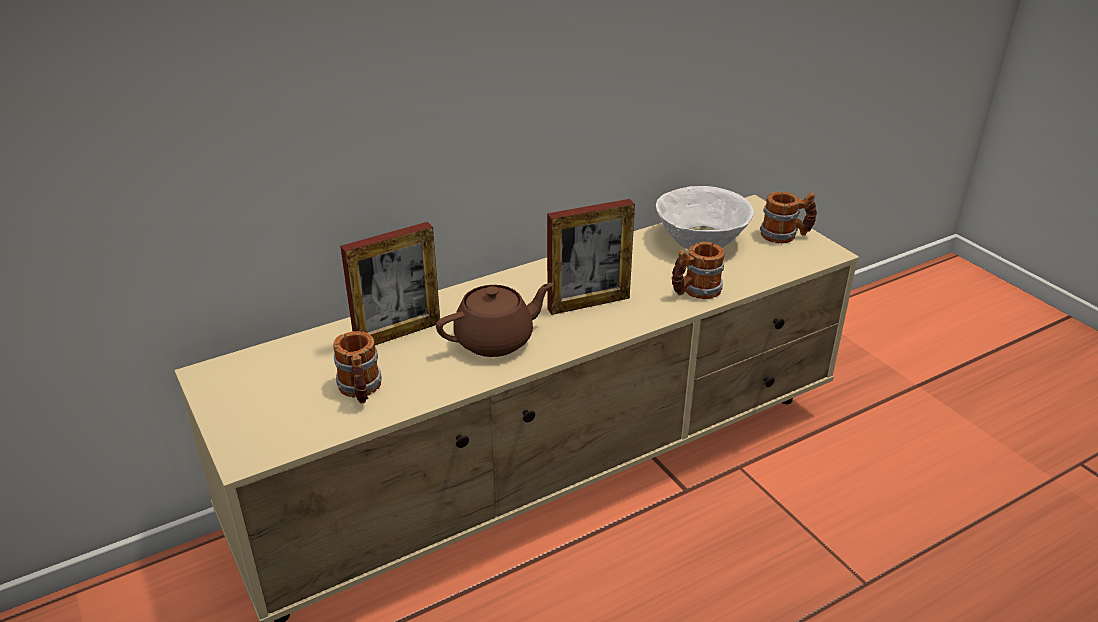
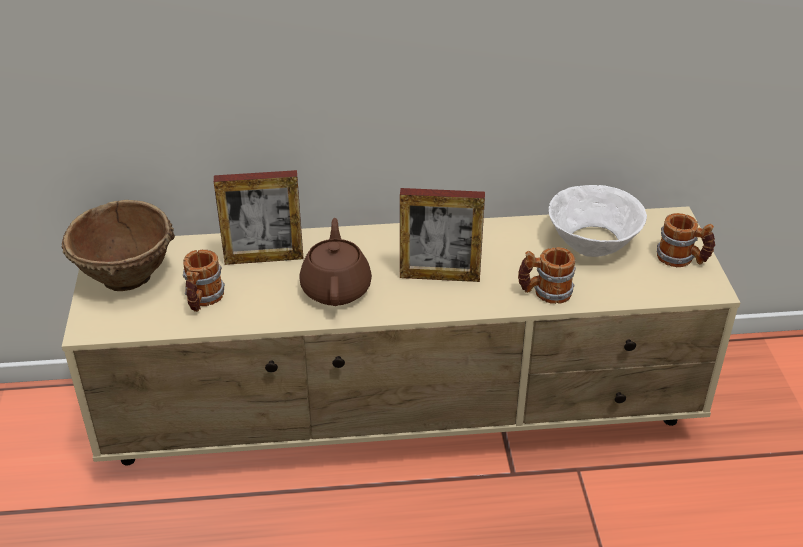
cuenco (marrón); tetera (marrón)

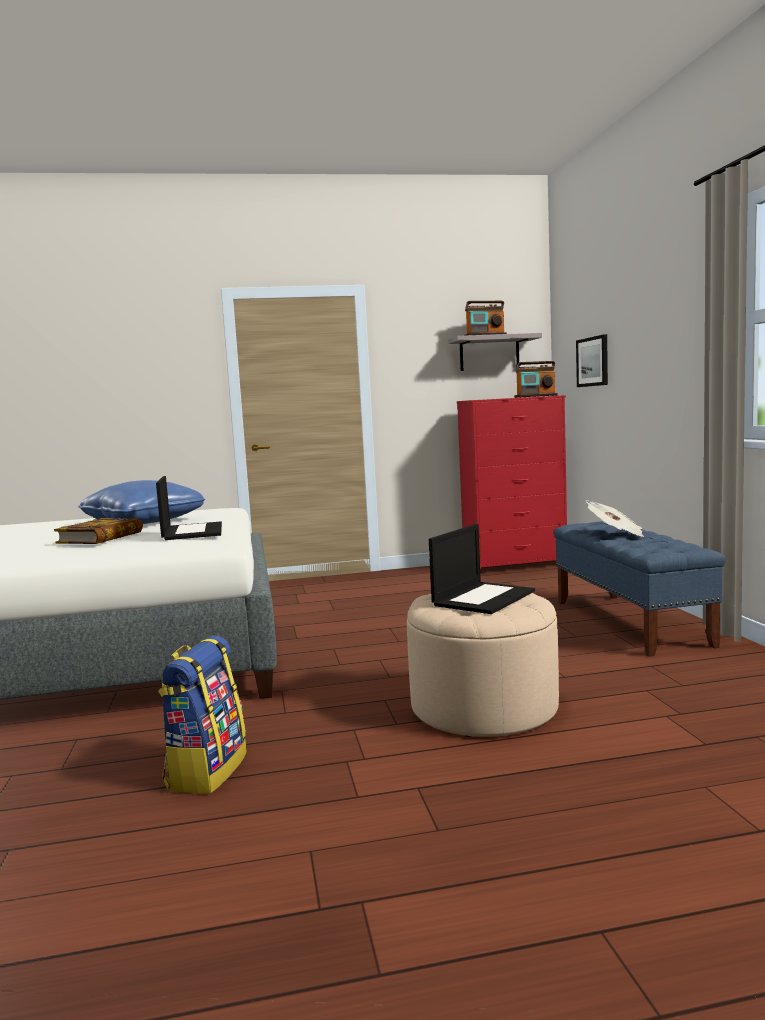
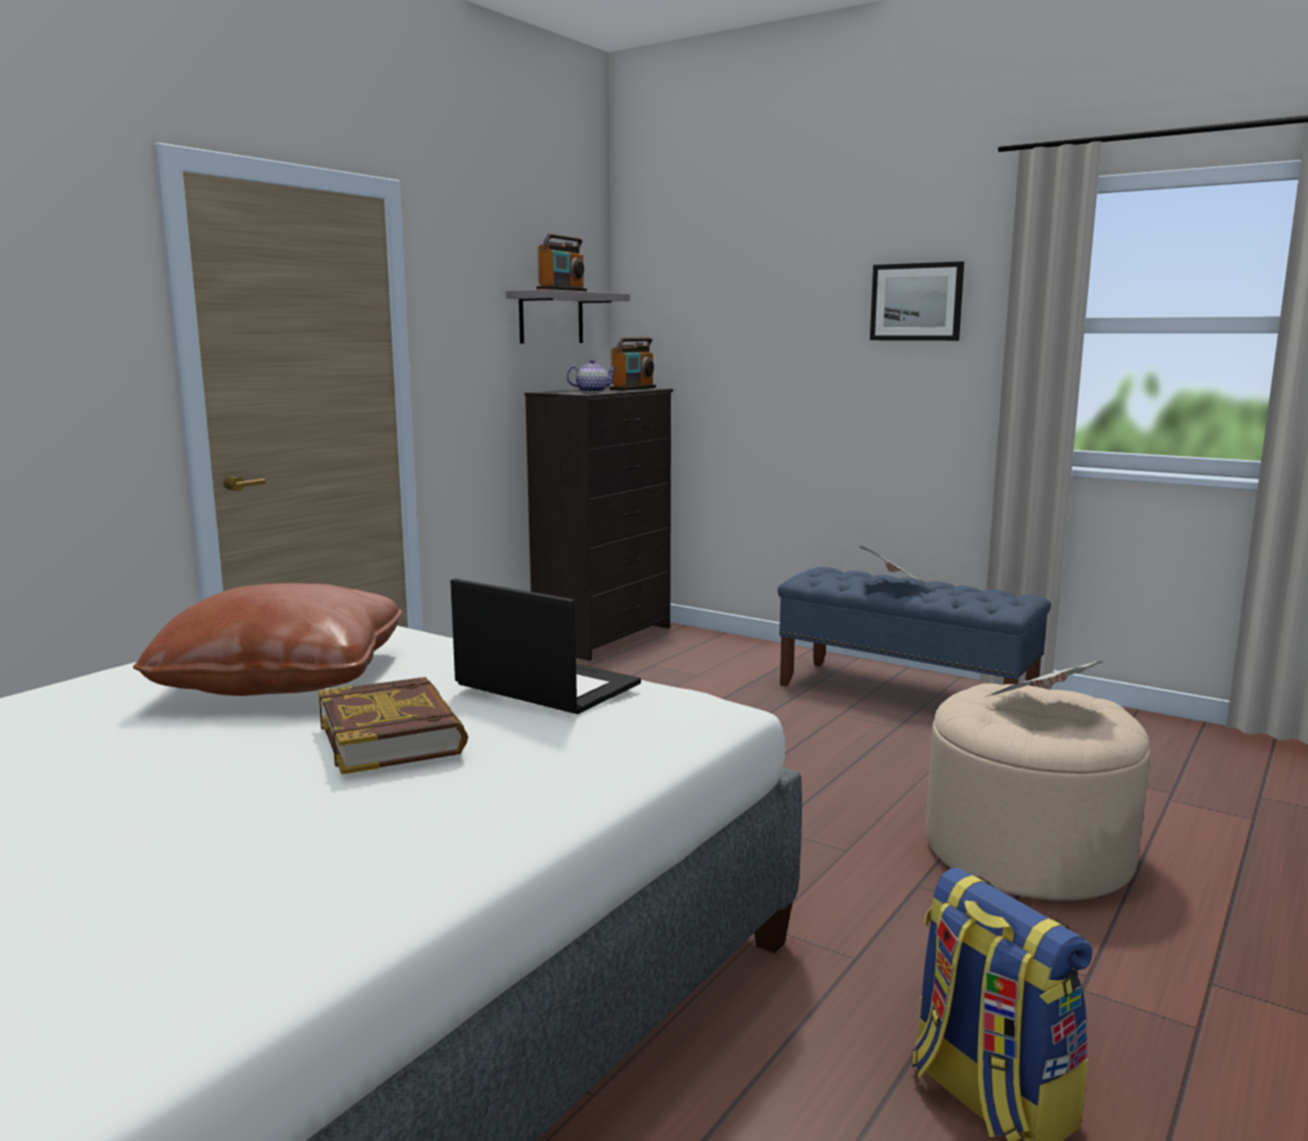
tetera; cuadro; periódico (2nd from left); cojín (marrón); cómoda (negro)

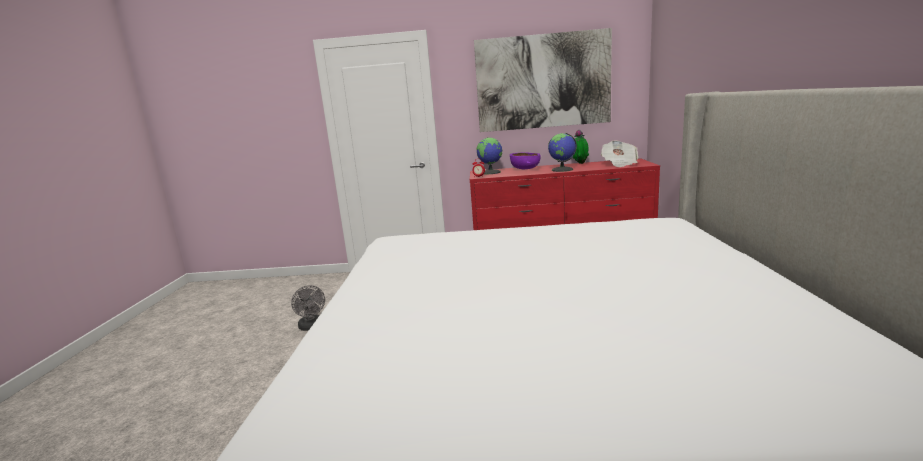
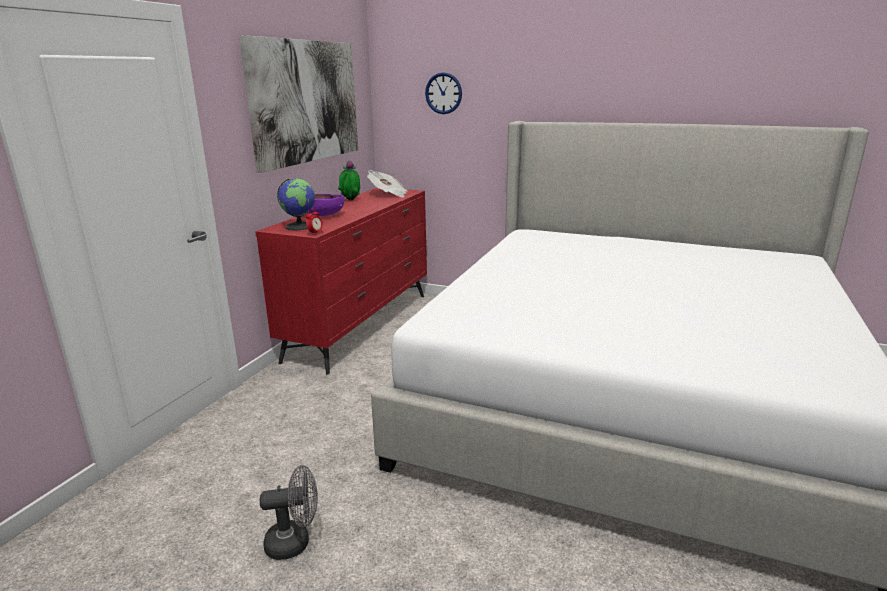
globo terráqueo (2nd from left in the first image); reloj de pared

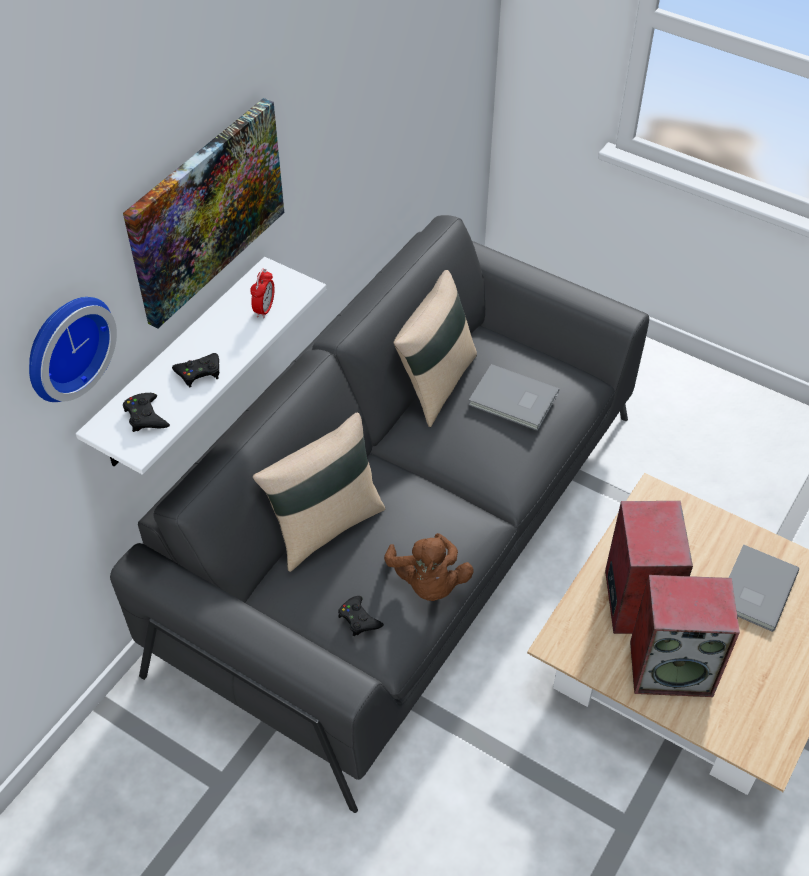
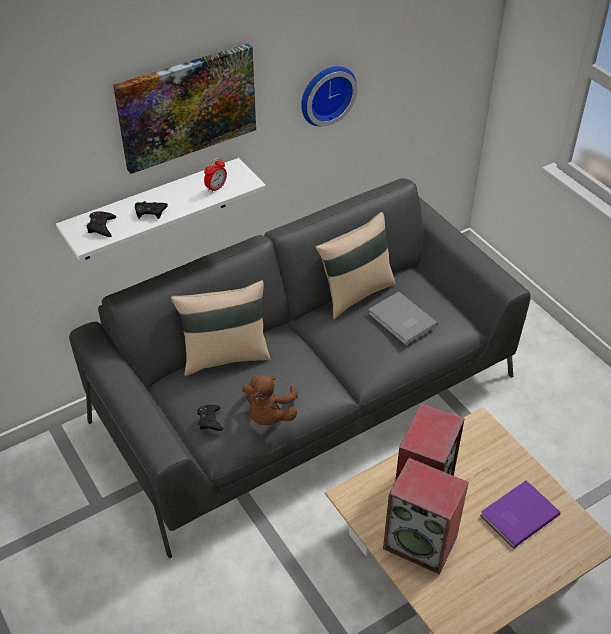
reloj de pared; libro (morado)

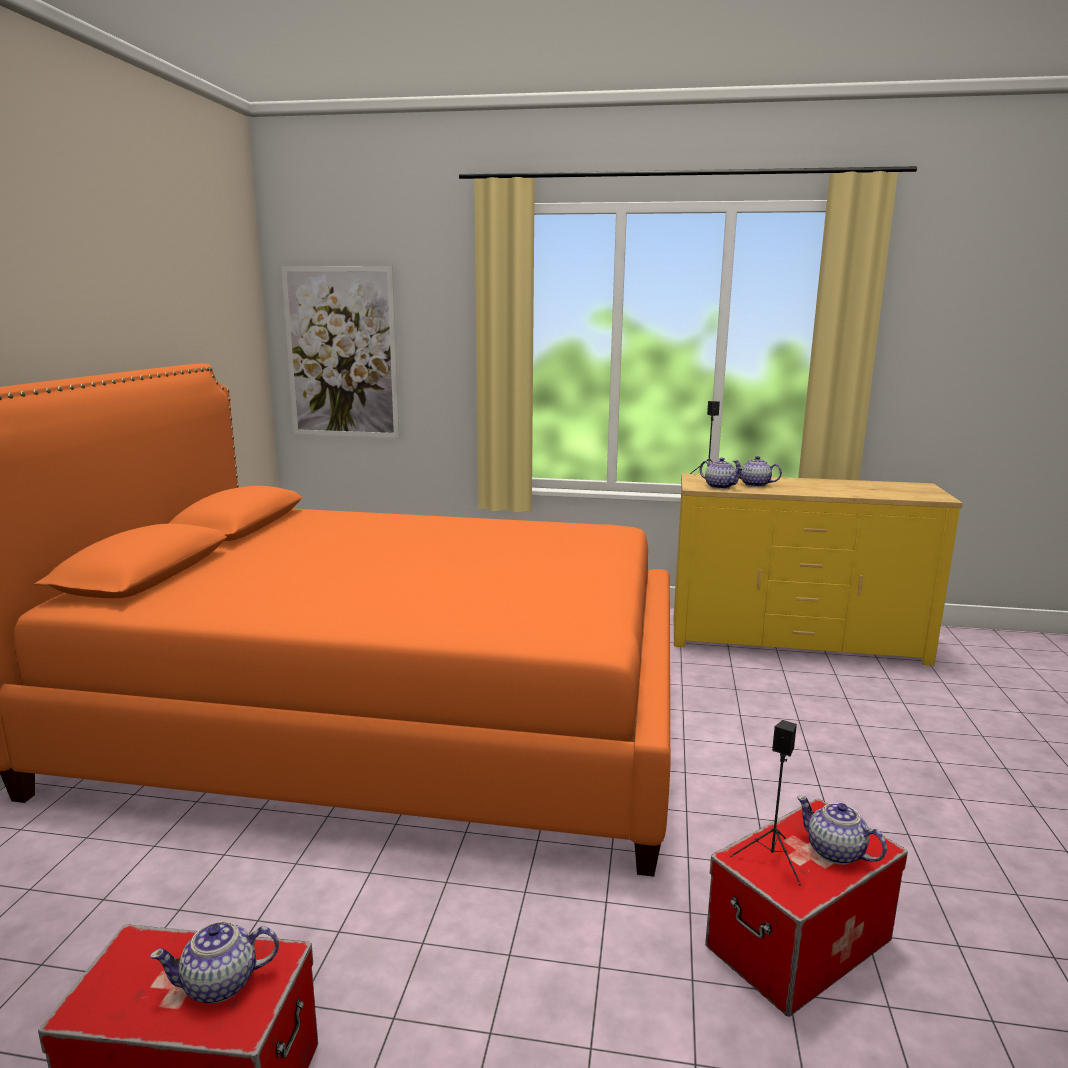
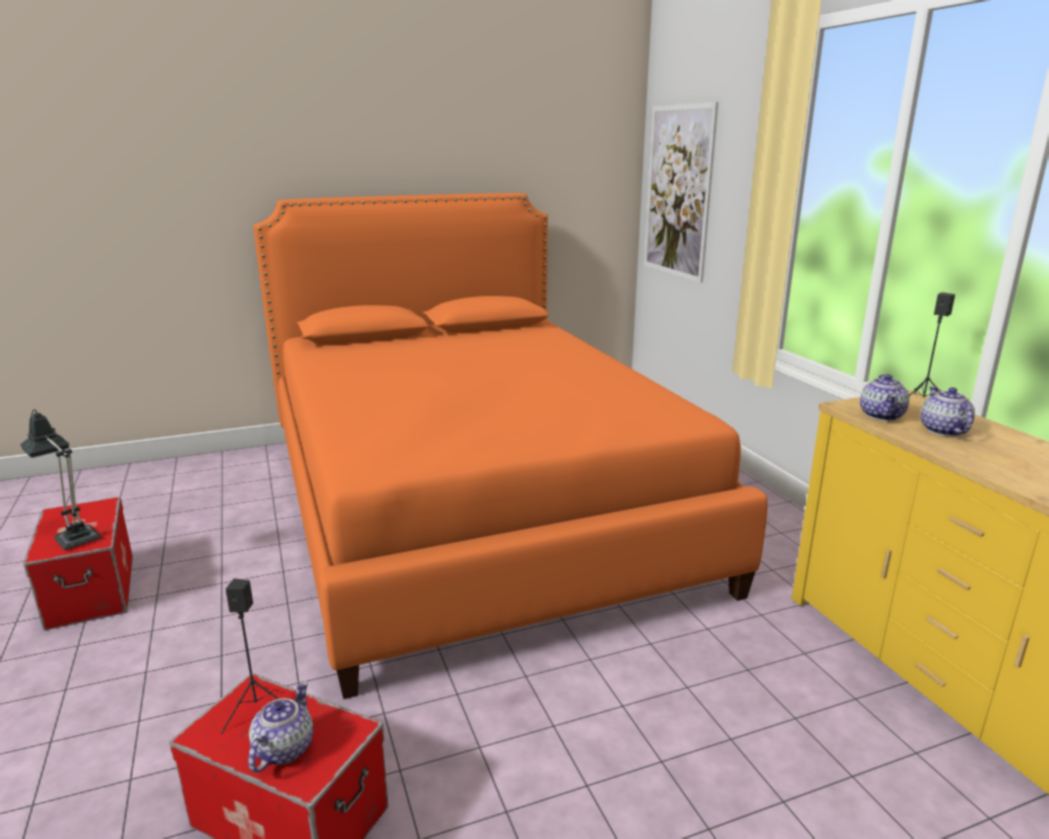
lámpara de mesa

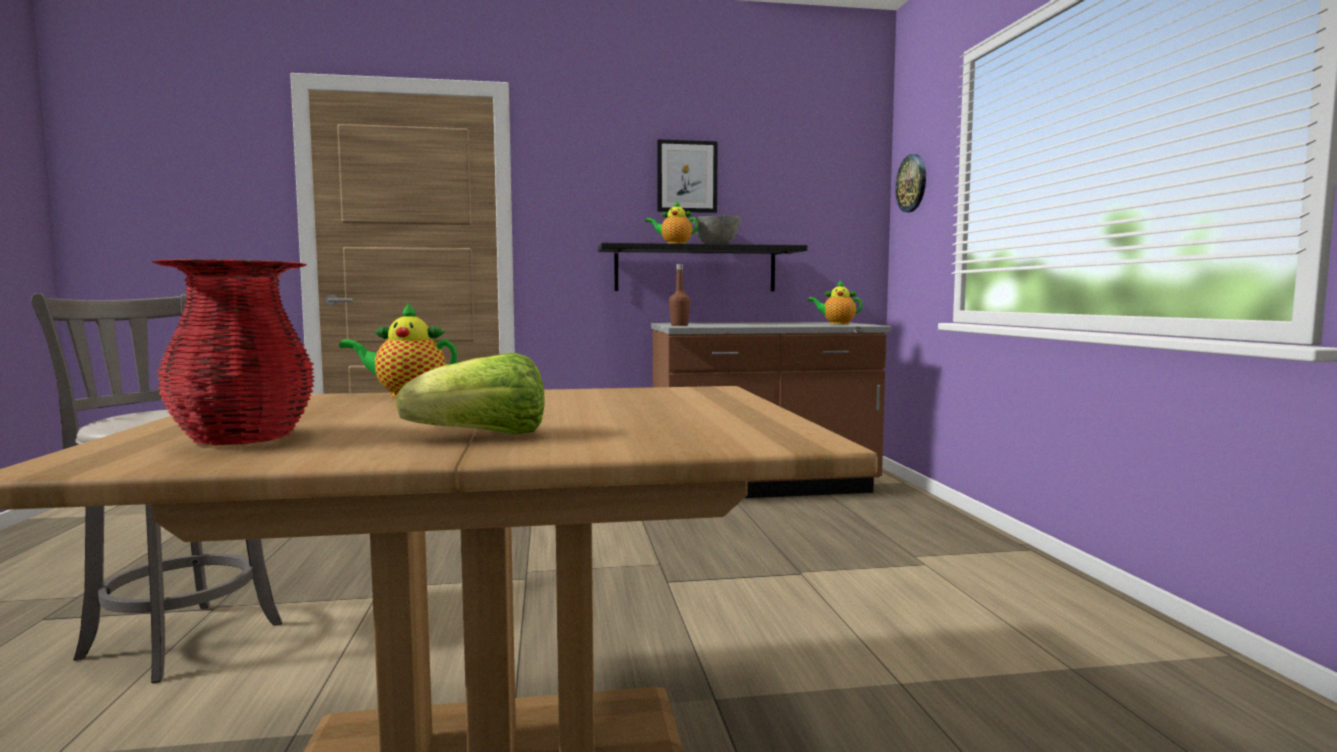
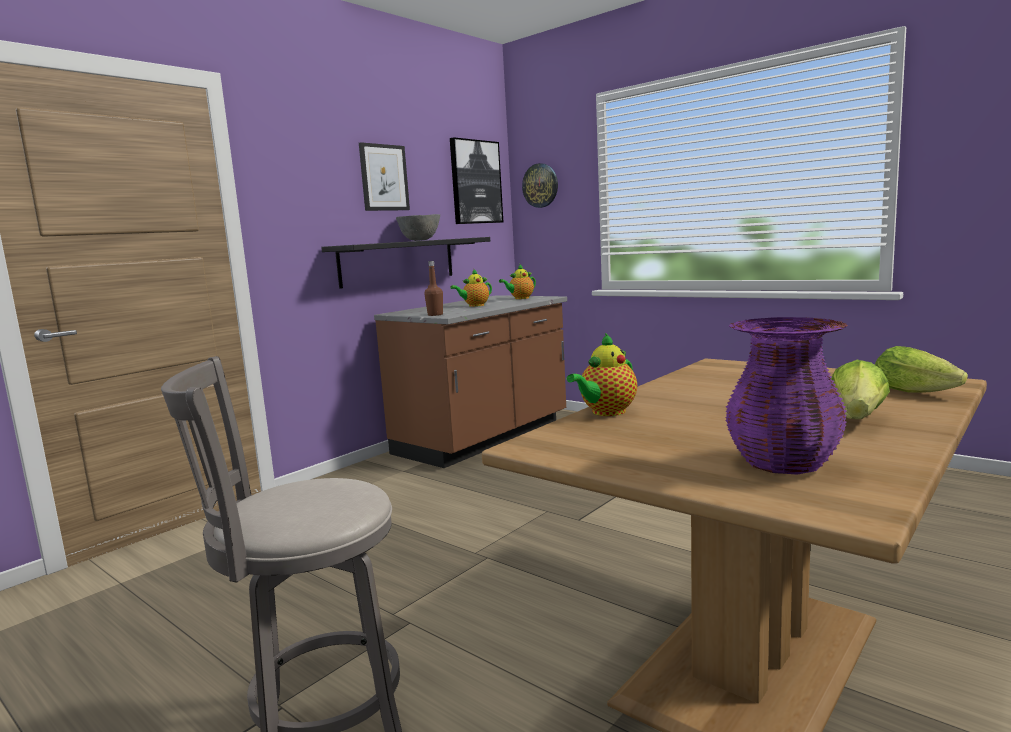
cuadro (2nd from left); lechuga (2nd from left); tetera (1st from left); florero (morado)

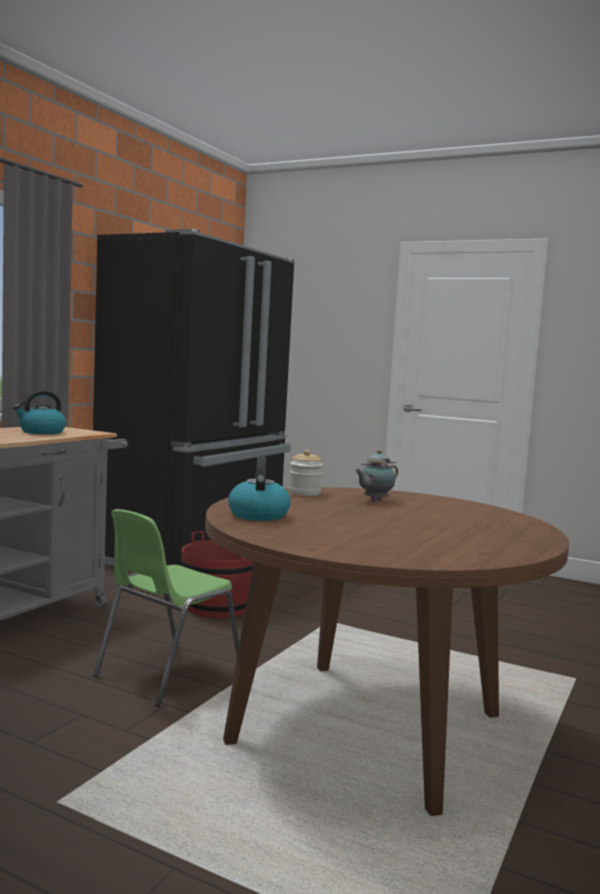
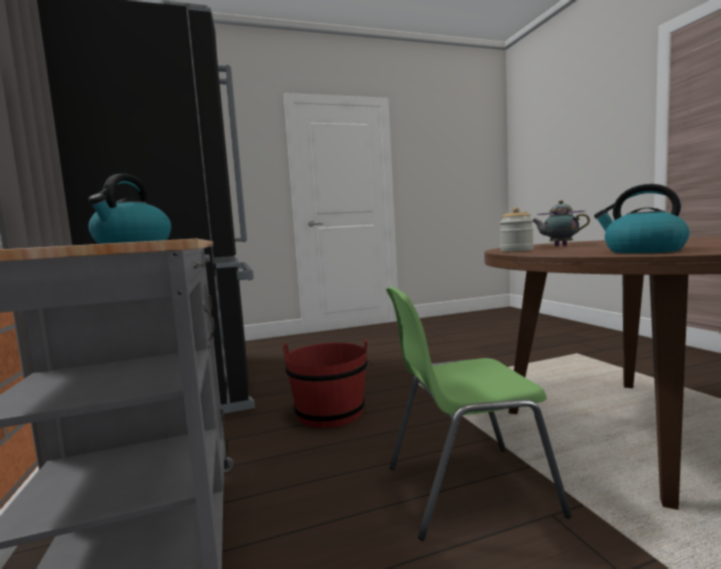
silla (verde); tetera

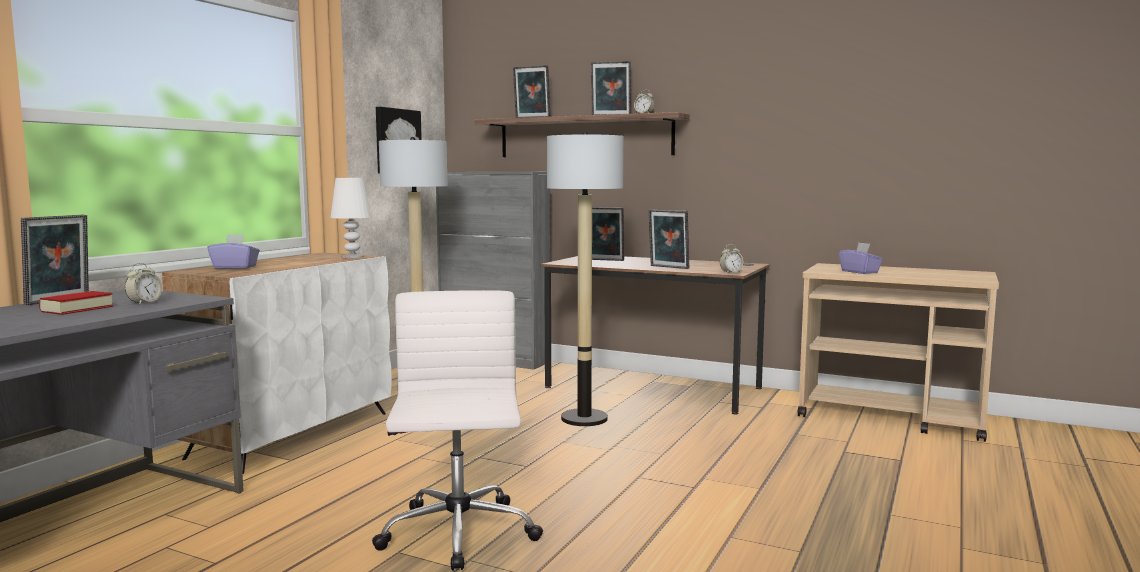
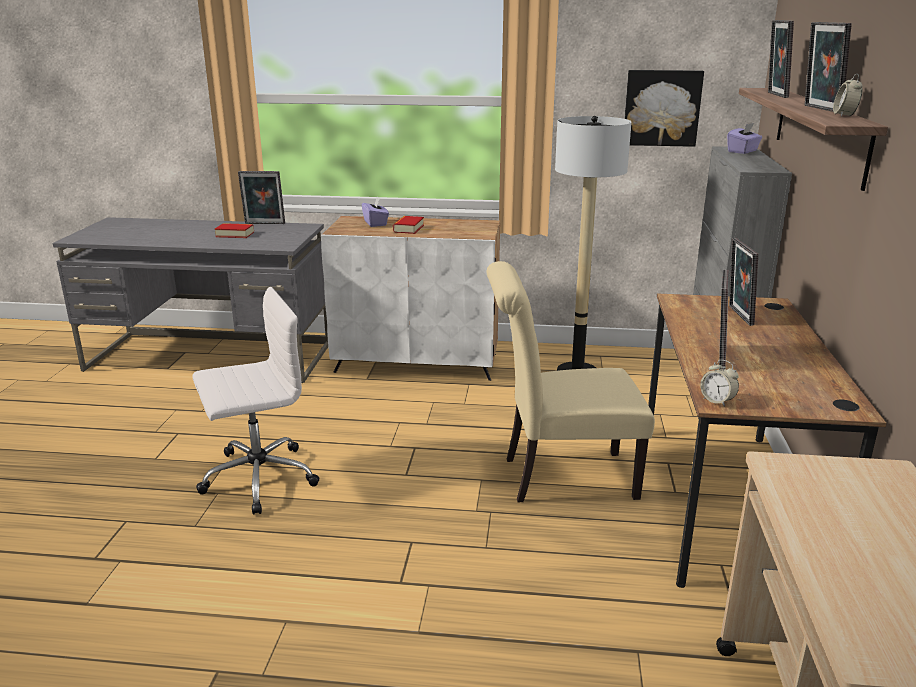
despertador (1st from left in the first image); lámpara de mesa (blanco); libro (2nd from left); caja de pañuelos (morado) (2nd from left); silla (beis)

